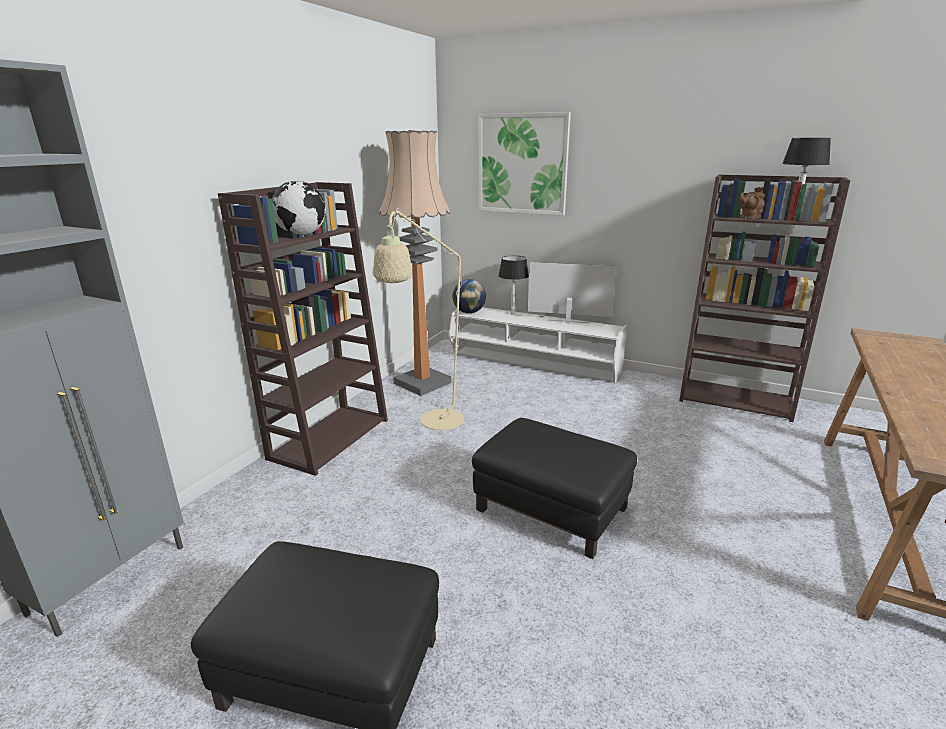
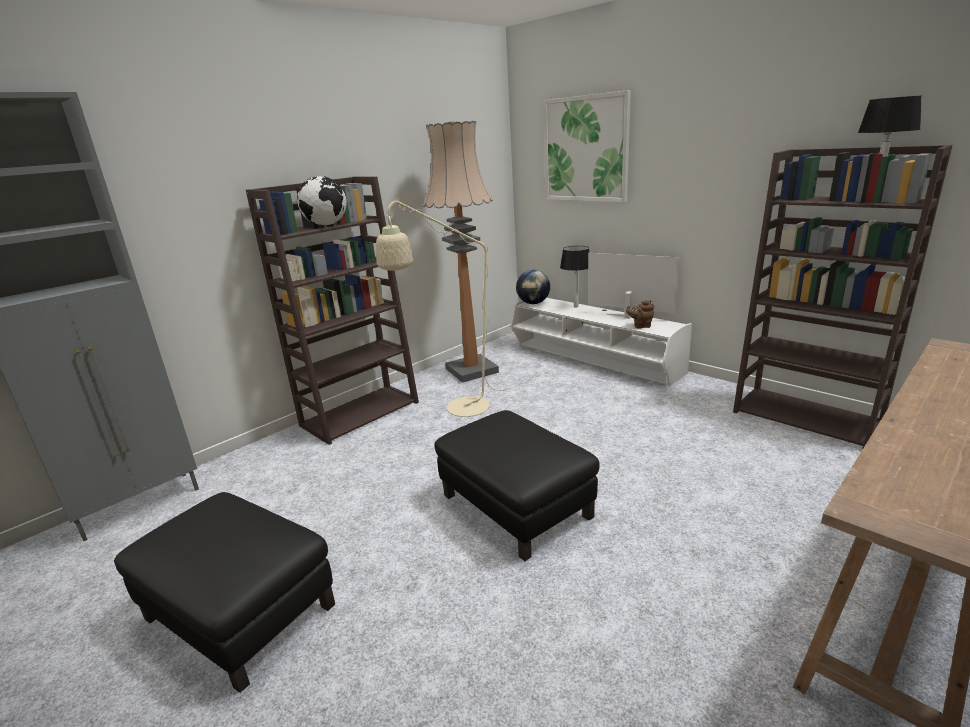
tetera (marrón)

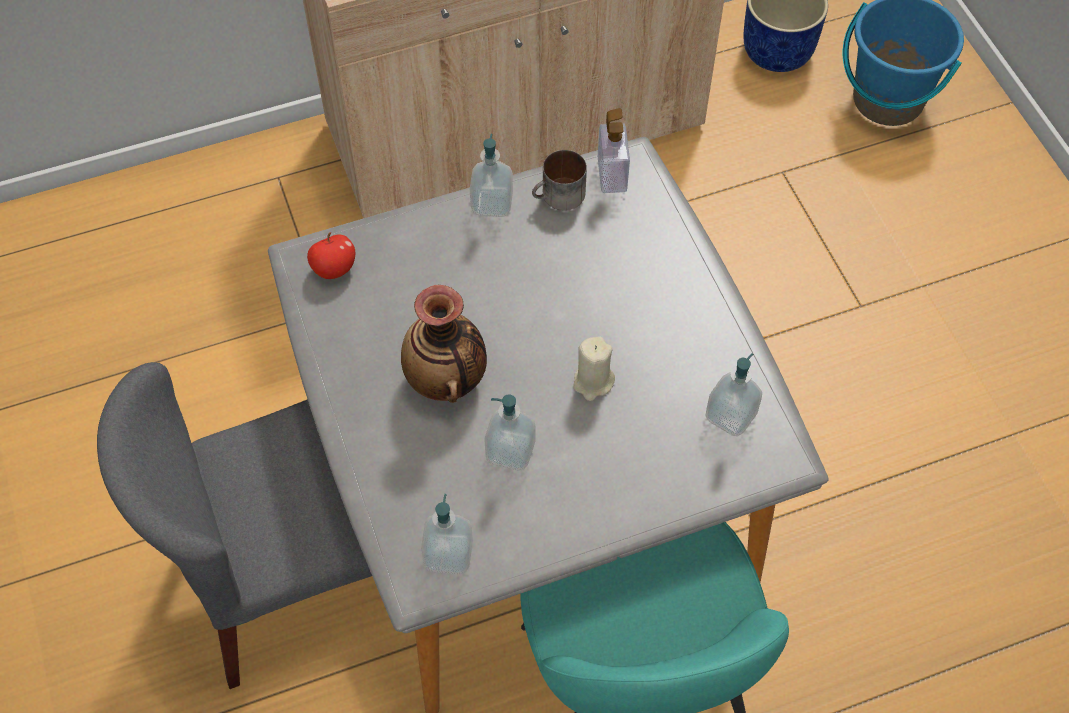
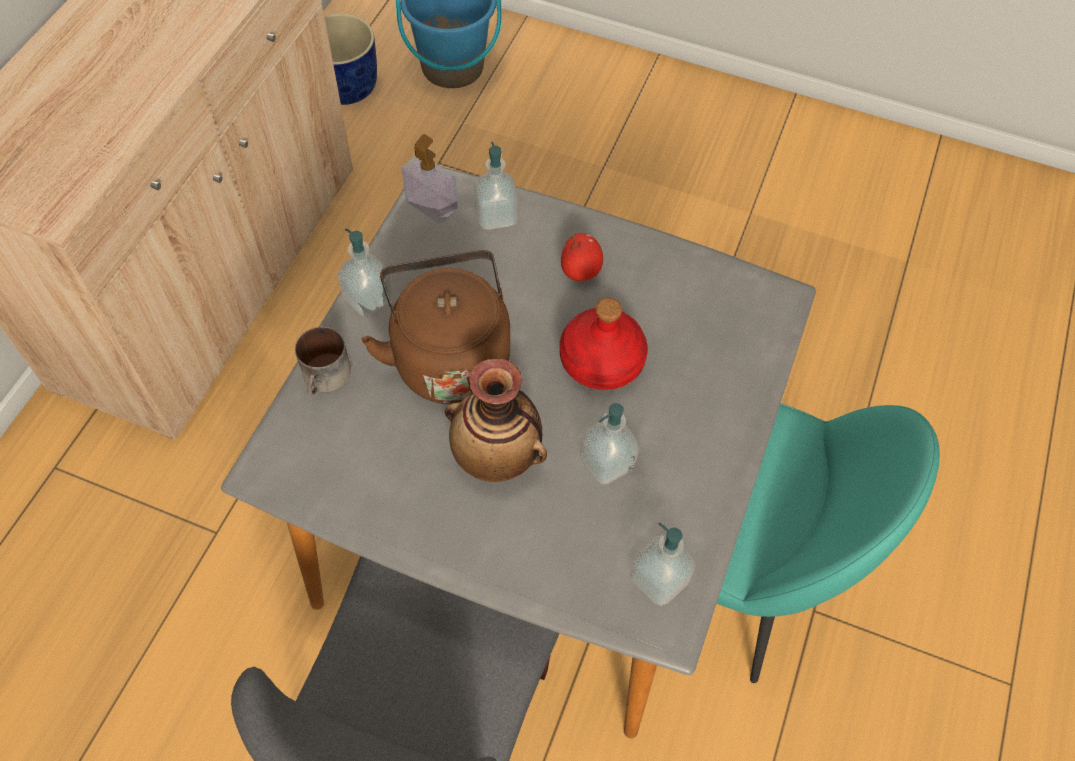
hervidor (marrón); manzana; taza grande; dispensador de jabón (3rd from left); botella (rojo)

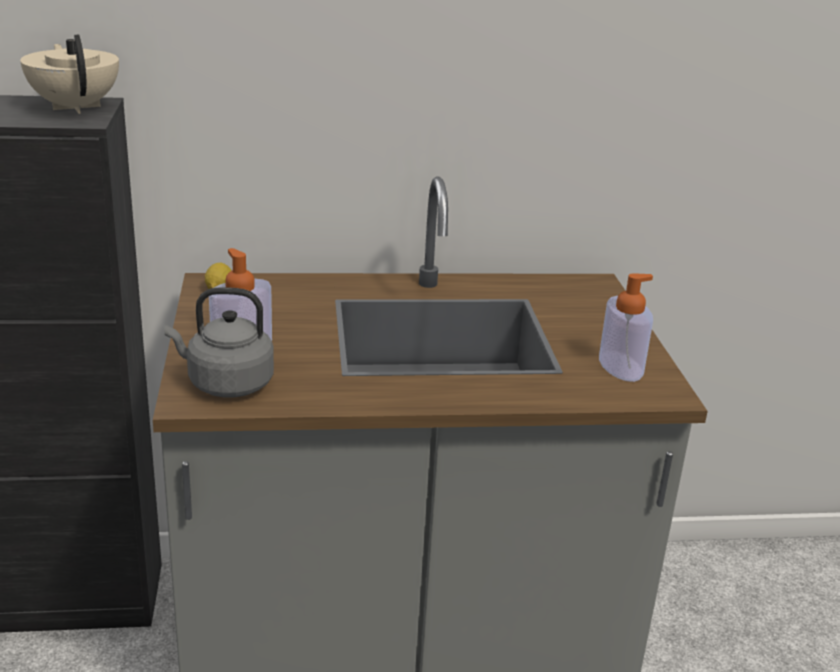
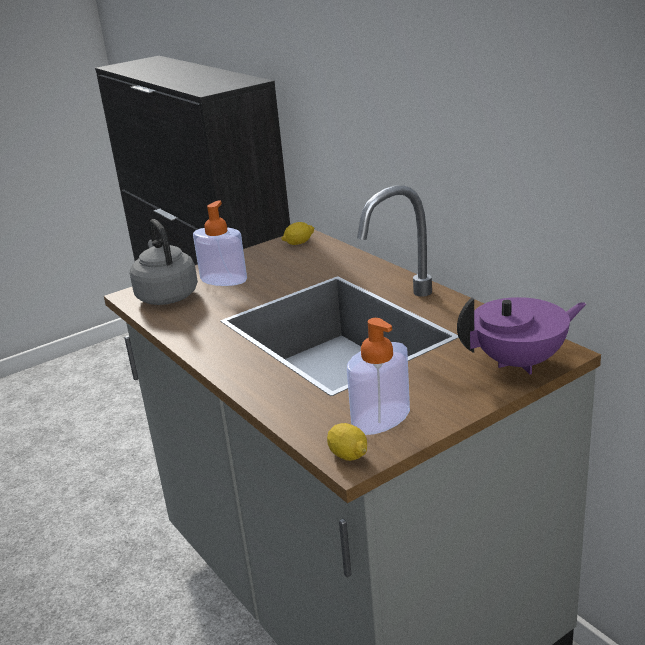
tetera (beis); limón (2nd from left); tetera (morado)

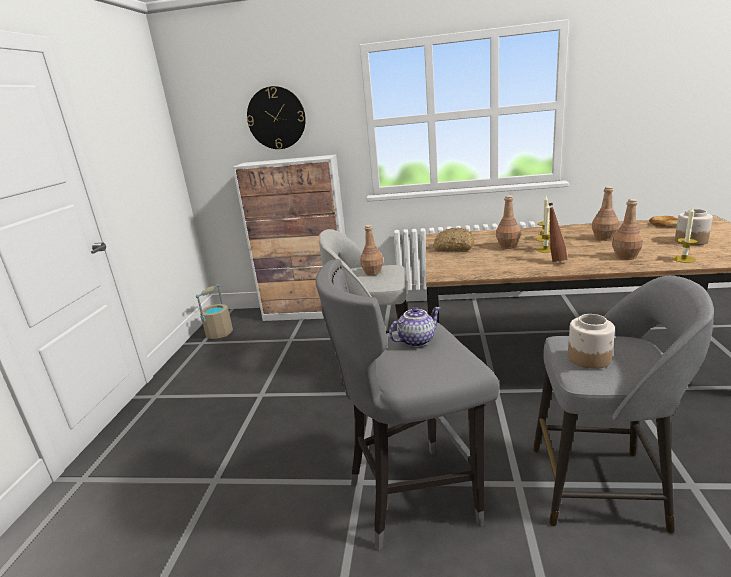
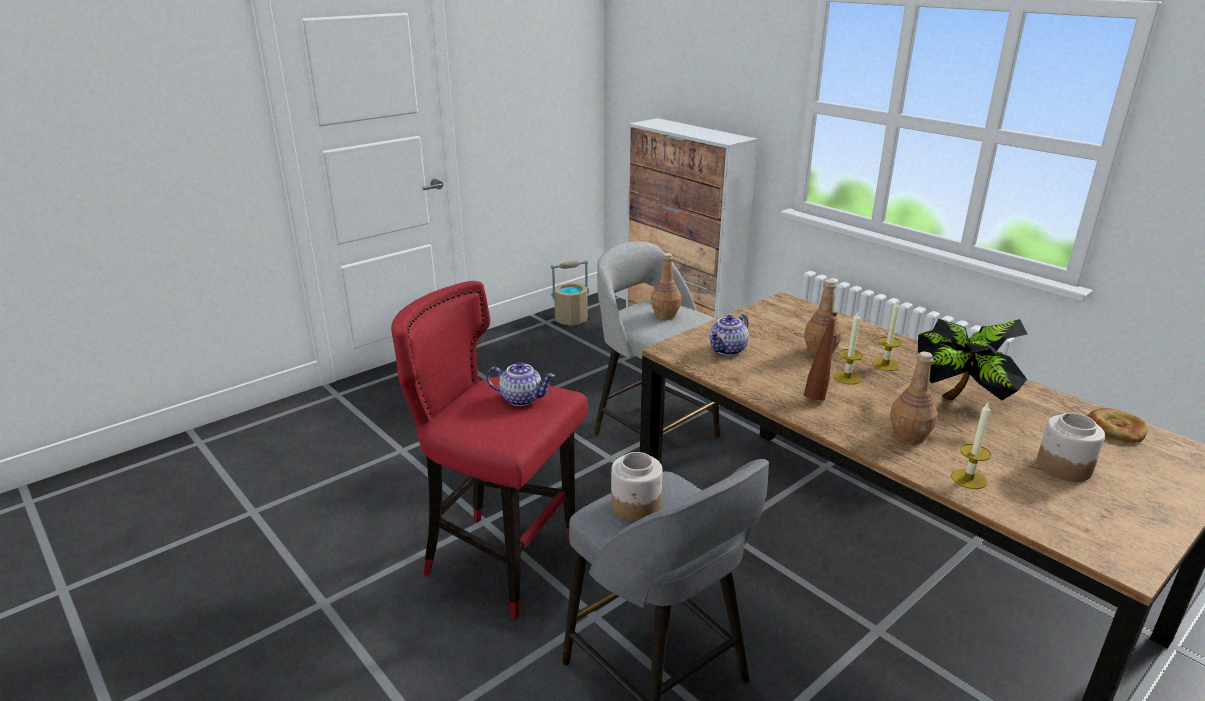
reloj de pared; pan (1st from left in the first image); tetera (2nd from left); planta en maceta; taburete (rojo)

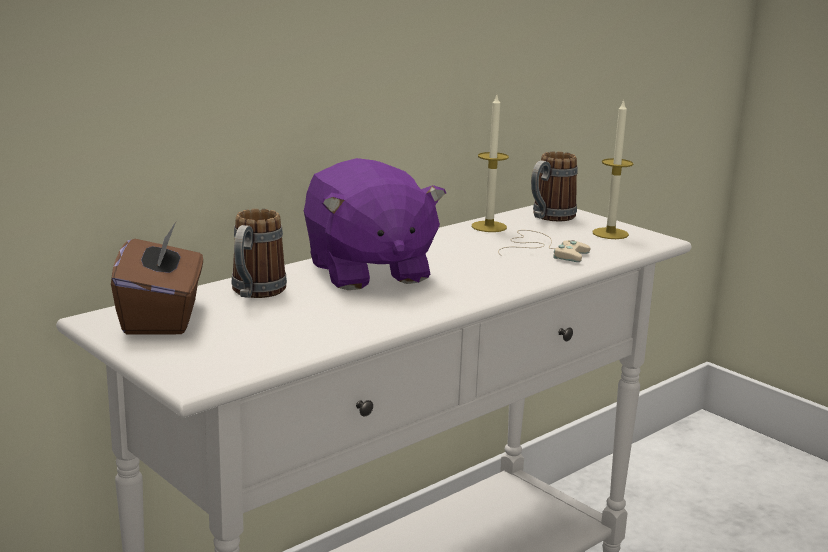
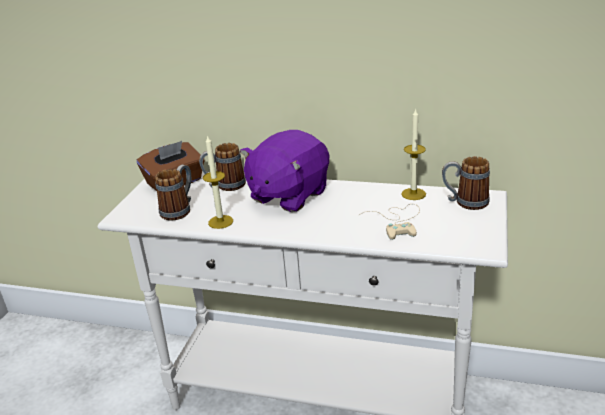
taza grande (1st from left); vela (1st from left)

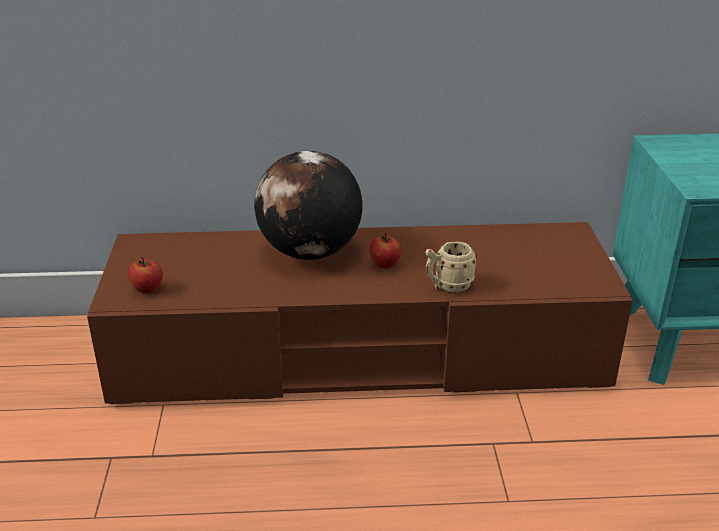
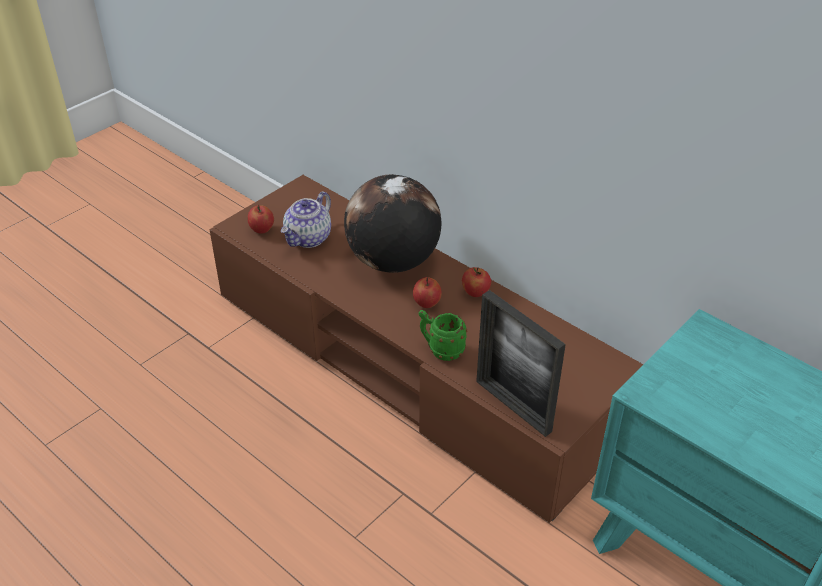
tetera; manzana (3rd from left); portarretratos; taza grande (verde)

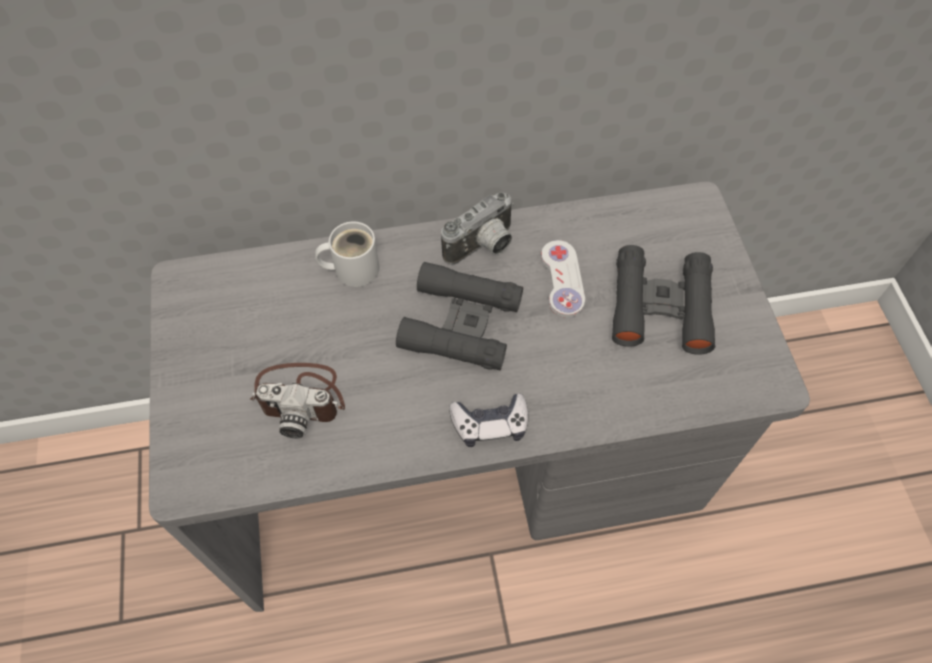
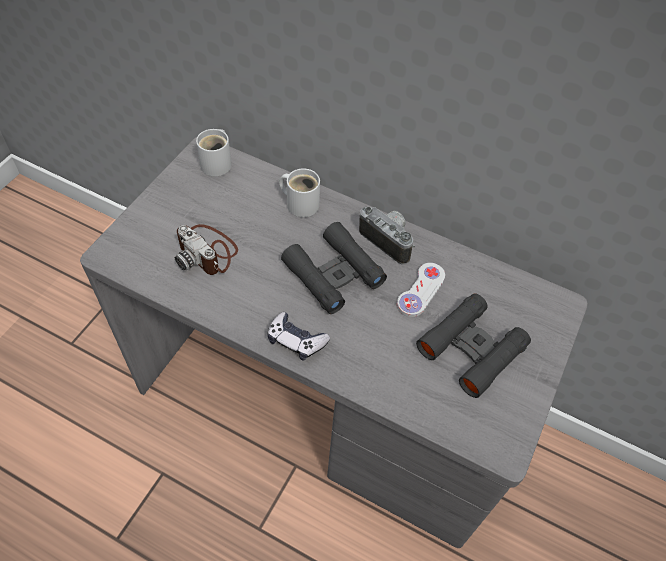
taza grande (blanco) (1st from left); cámara (2nd from left)

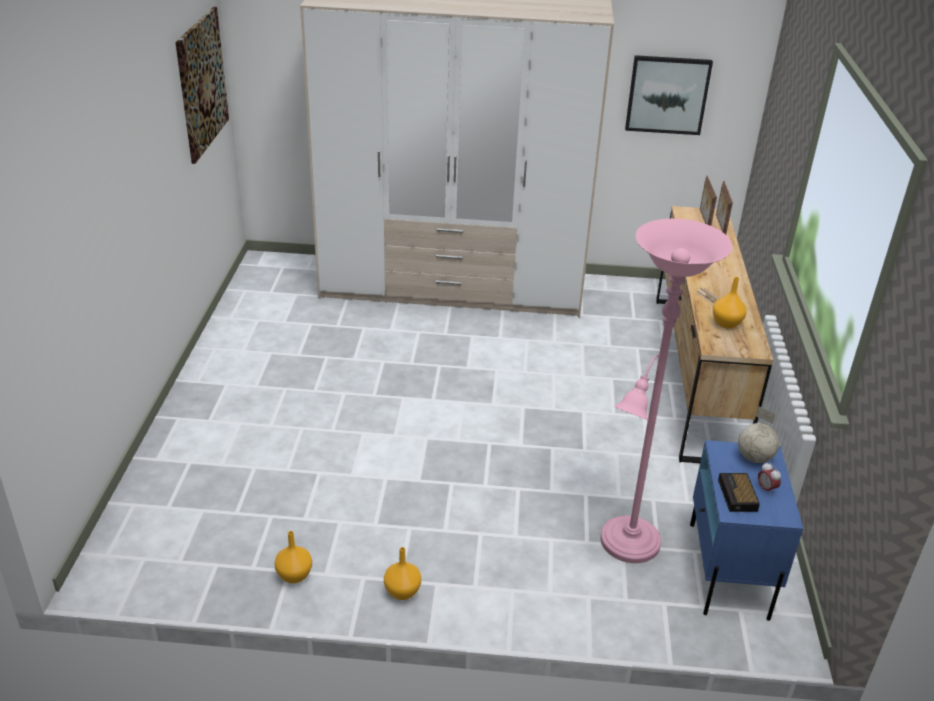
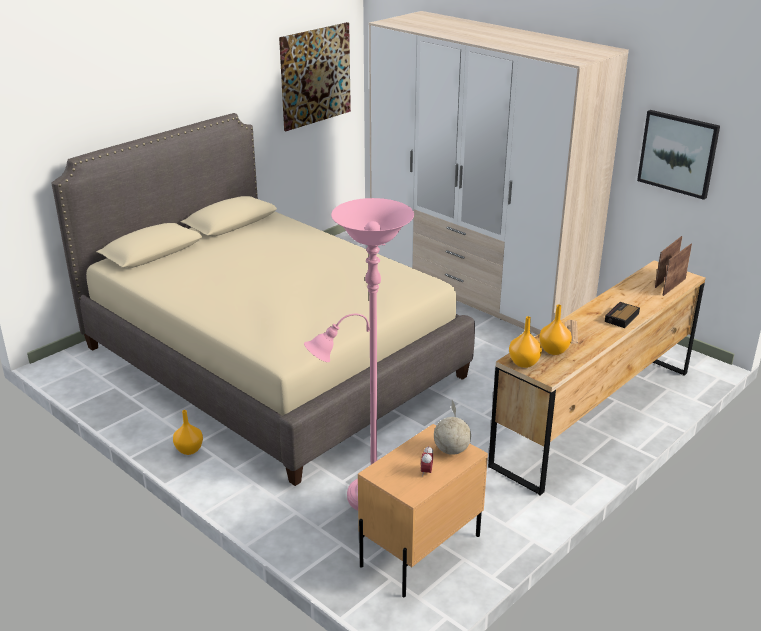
cama (beis); florero (naranja) (2nd from left); despertador (2nd from left); mesita de noche (beis)

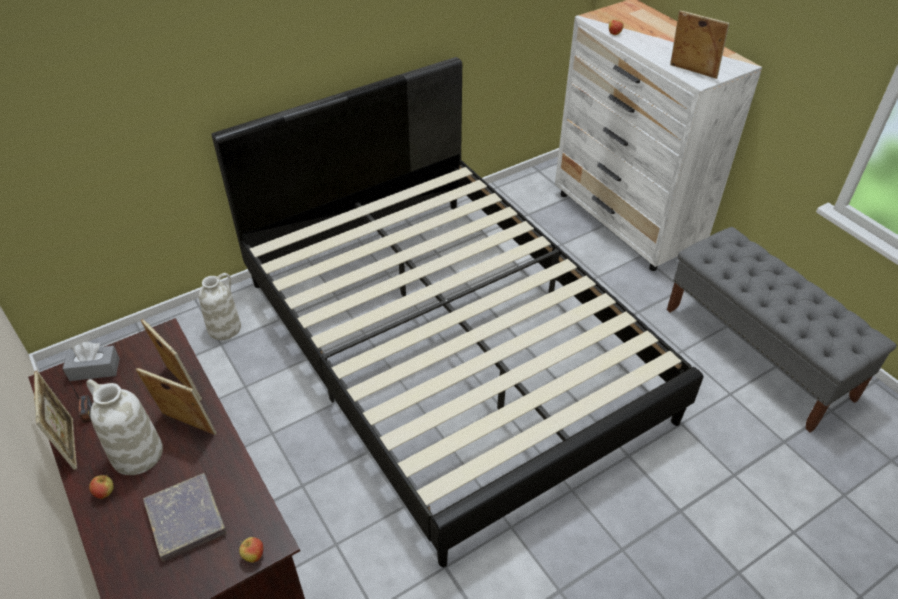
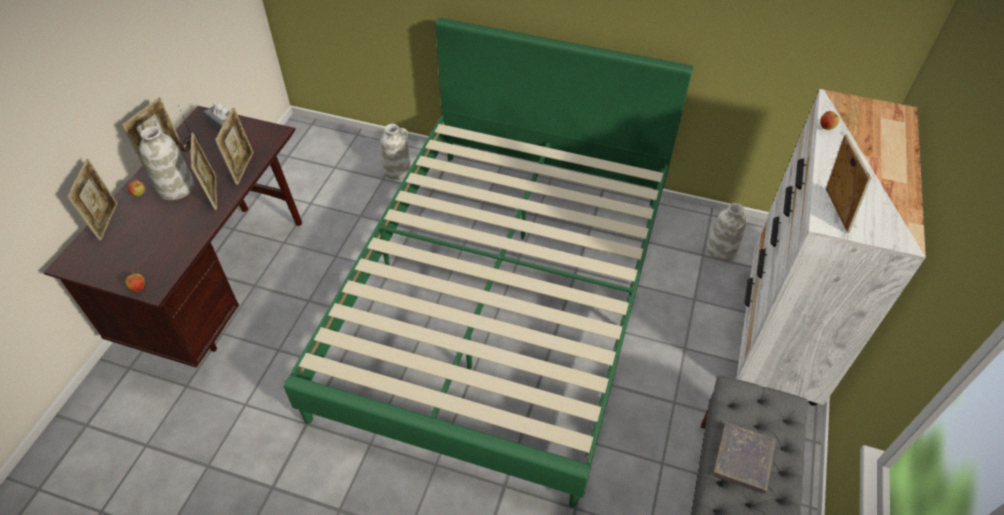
portarretratos (1st from left); florero (blanco) (3rd from left); libro (gris); cama (verde)

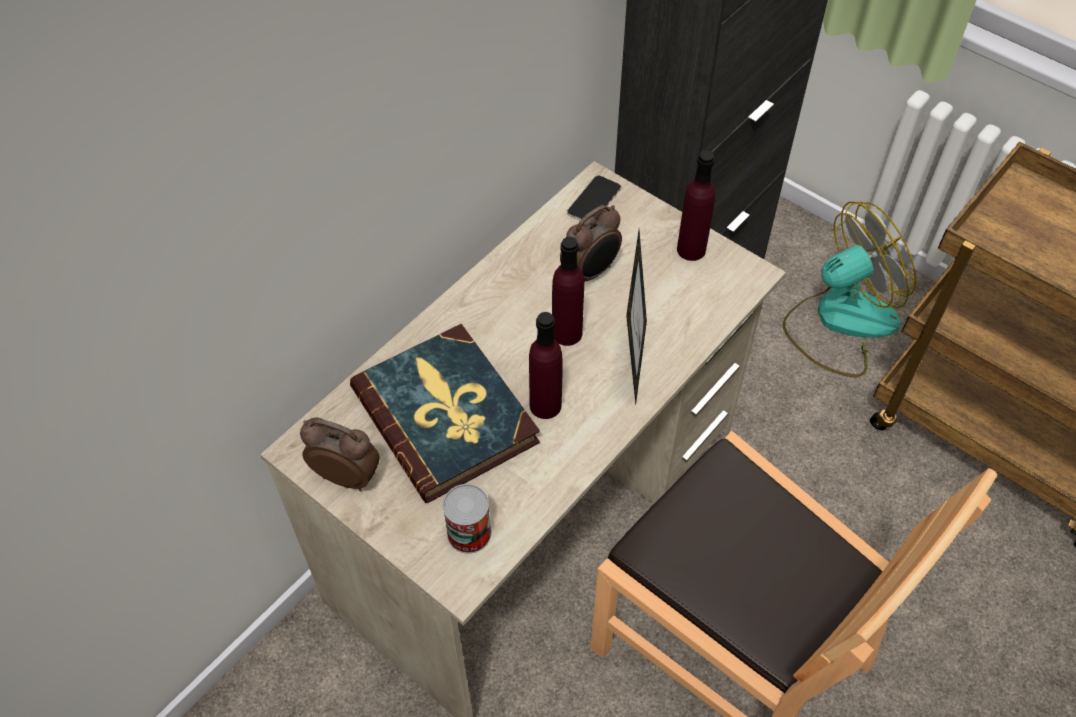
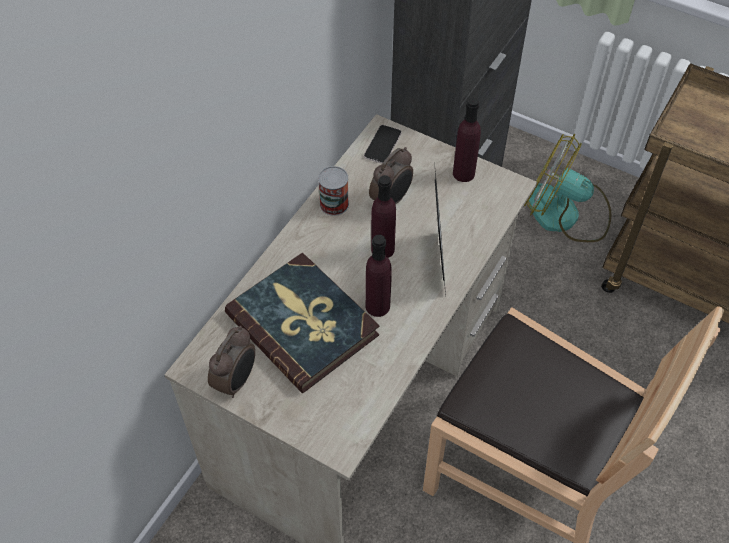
lata; despertador (1st from left); ventilador

